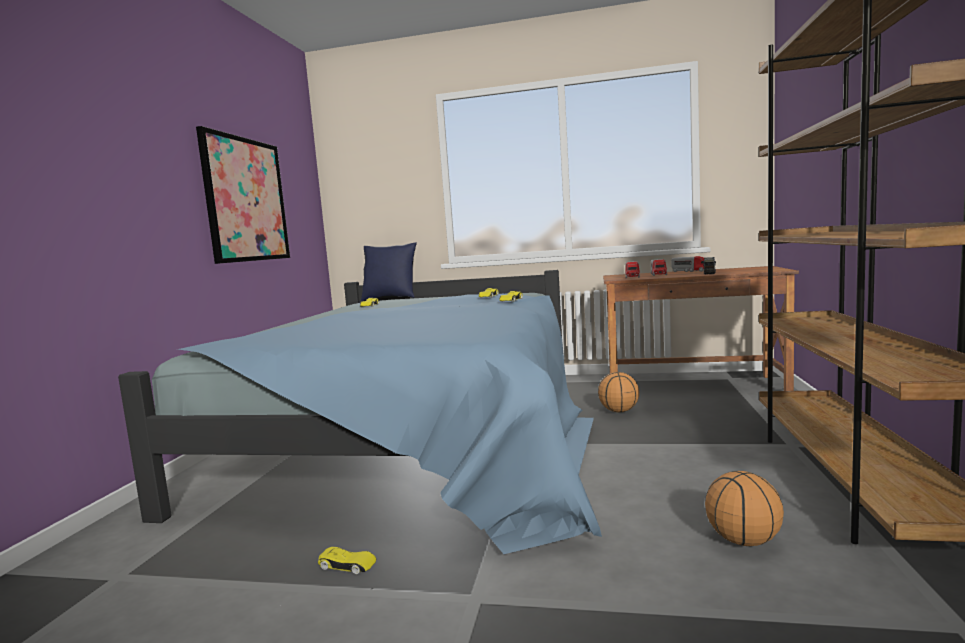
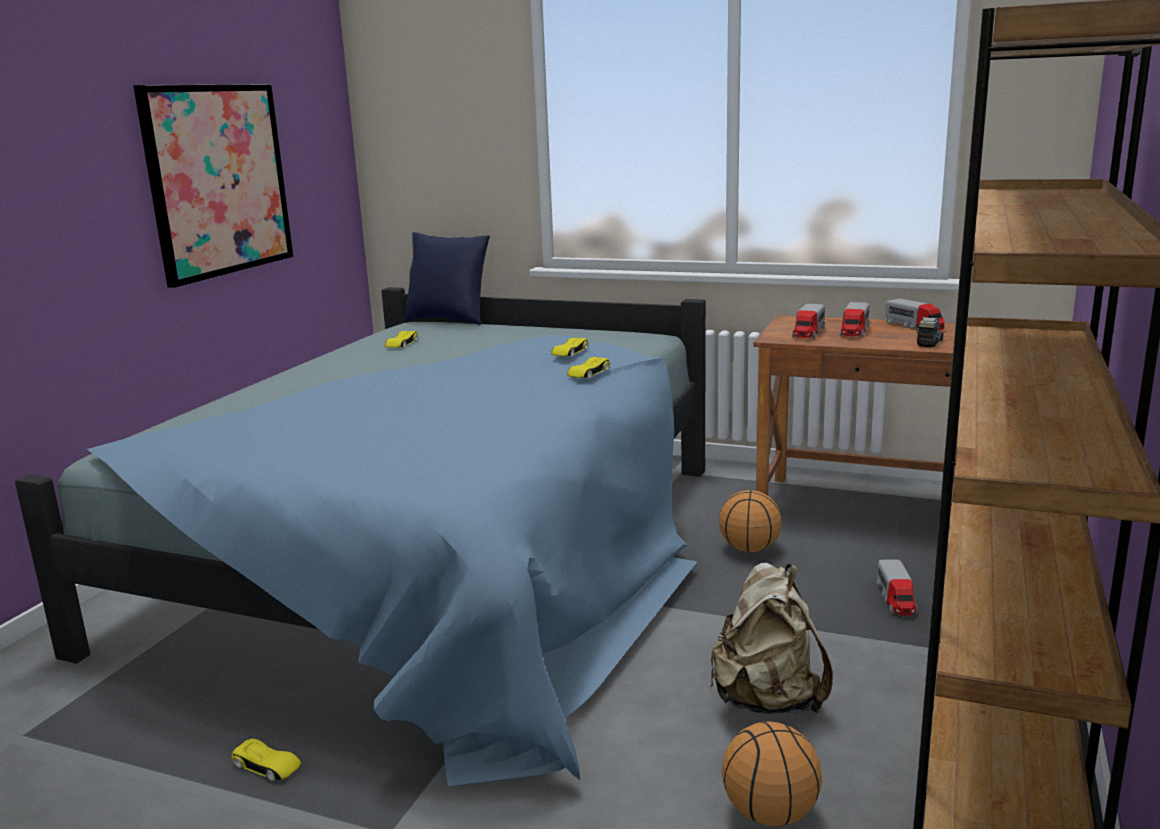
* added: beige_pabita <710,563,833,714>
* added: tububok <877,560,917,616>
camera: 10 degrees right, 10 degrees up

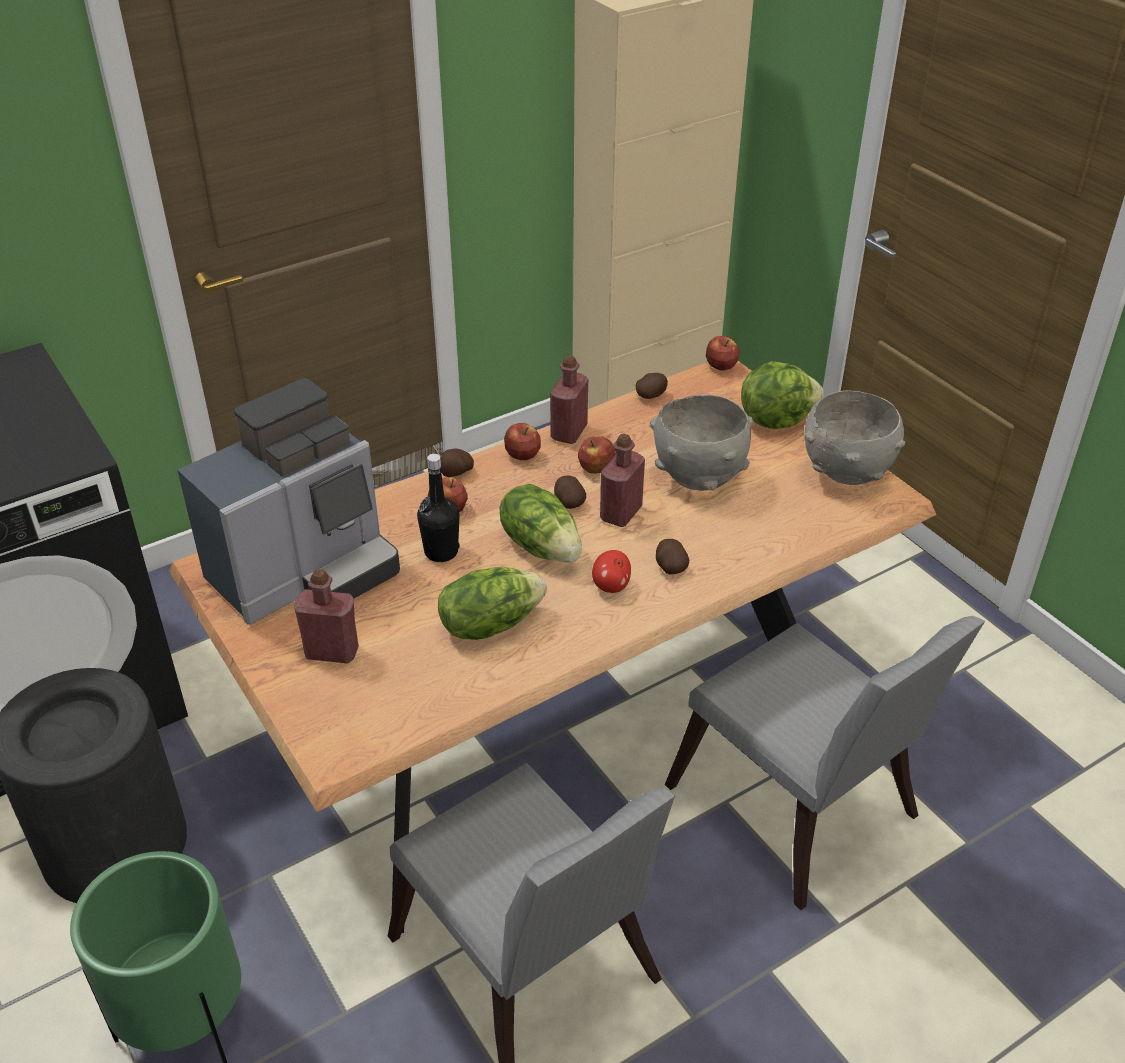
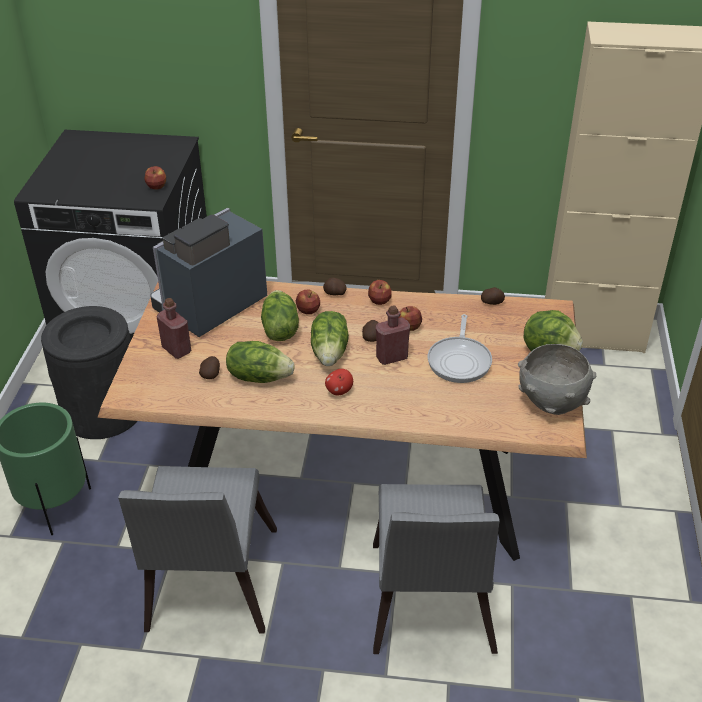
* moved: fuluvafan <706,336,740,371> to <144,166,166,189>
* turned: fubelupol <177,378,400,625> = <150,208,267,337> 135 degrees clockwise
* moved: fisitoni <656,539,689,574> to <199,356,220,379>
* replaced: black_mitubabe <417,454,460,562> to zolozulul <261,290,299,341>
* replaced: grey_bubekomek <649,395,754,491> to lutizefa <428,314,492,383>
* removed: red_mitubabe <550,355,588,444>
camera: 40 degrees right, 0 degrees up

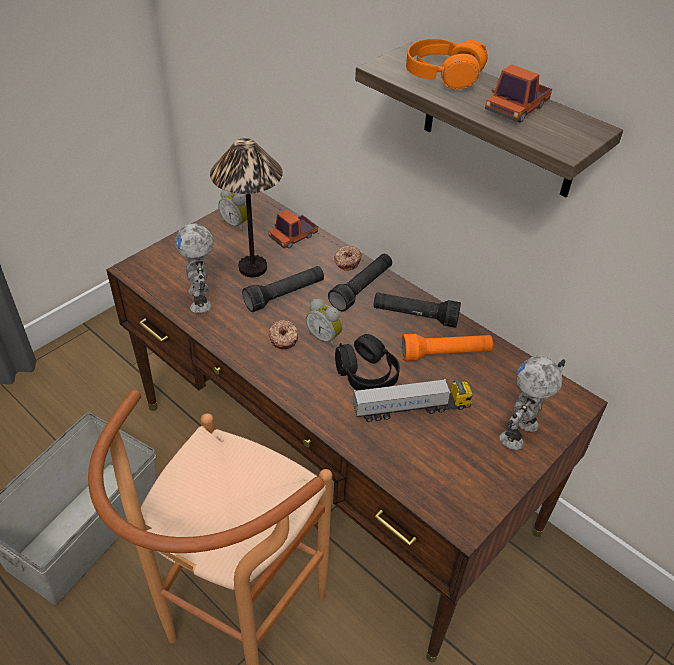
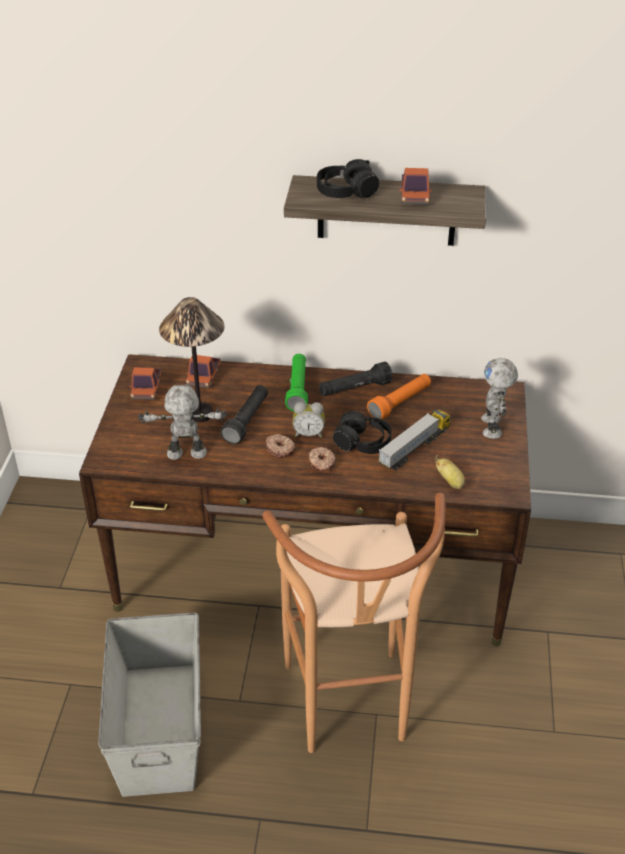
* replaced: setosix <218,190,247,232> to tububok <129,367,161,400>
* turned: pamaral <175,223,214,313> = <138,385,228,460> 135 degrees clockwise
* recoloured: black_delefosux <328,254,392,312> to green_delefosux <285,354,308,411>
* moved: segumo <334,246,362,271> to <309,447,336,472>
* recoloured: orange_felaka <406,39,488,90> to black_felaka <317,159,379,199>
* added: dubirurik <435,455,465,489>
camera: 35 degrees left, 5 degrees down

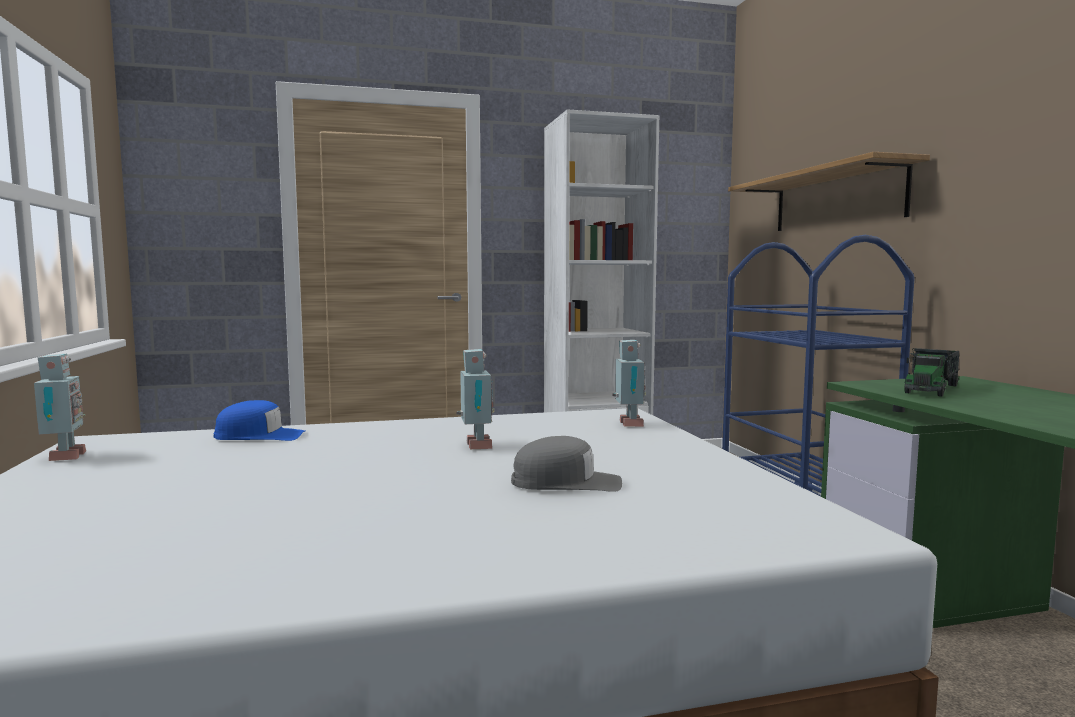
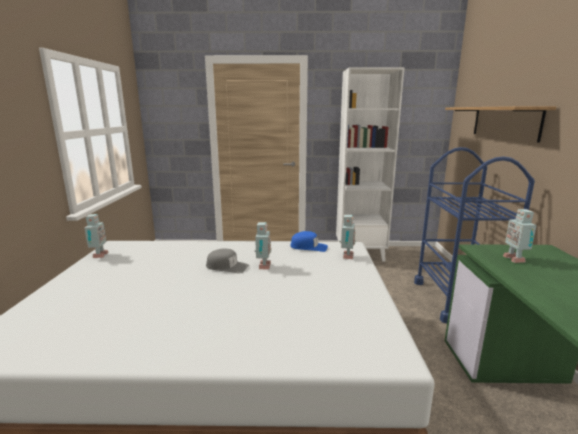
* moved: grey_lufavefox <511,436,622,492> to <206,248,249,274>
* moved: blue_lufavefox <214,400,305,441> to <290,231,328,252>
* replaced: tububok <904,348,959,397> to pamaral <503,209,537,263>
camera: 15 degrees right, 10 degrees up

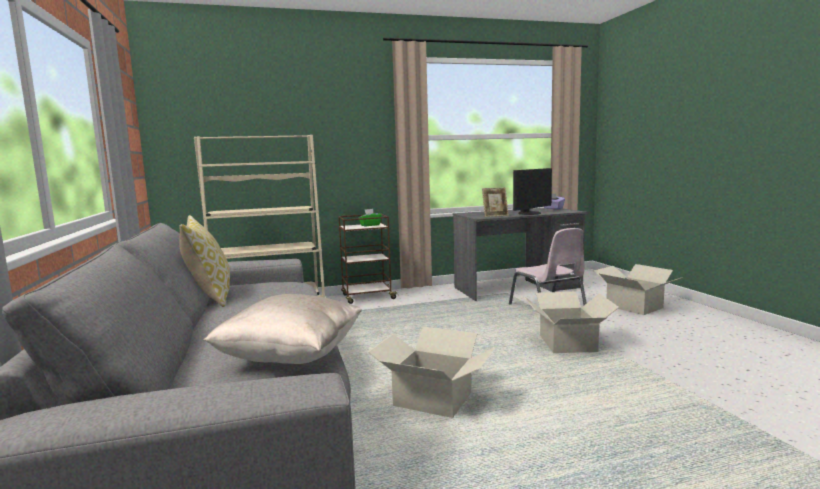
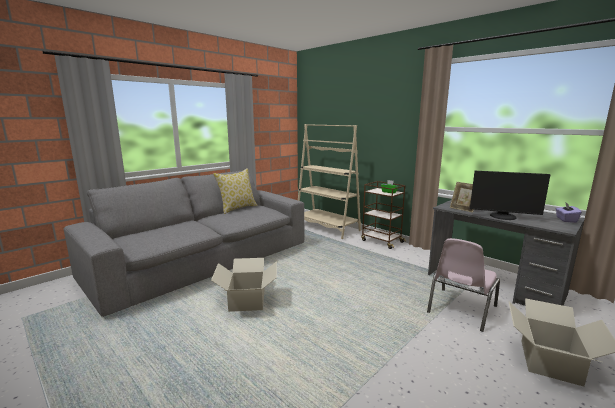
* removed: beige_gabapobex <203,294,362,364>
* removed: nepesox <523,292,619,353>
camera: 60 degrees right, 5 degrees up

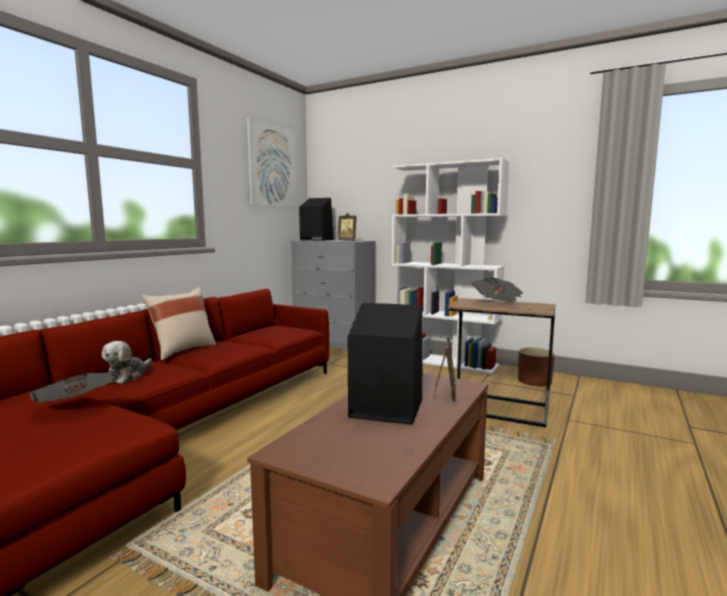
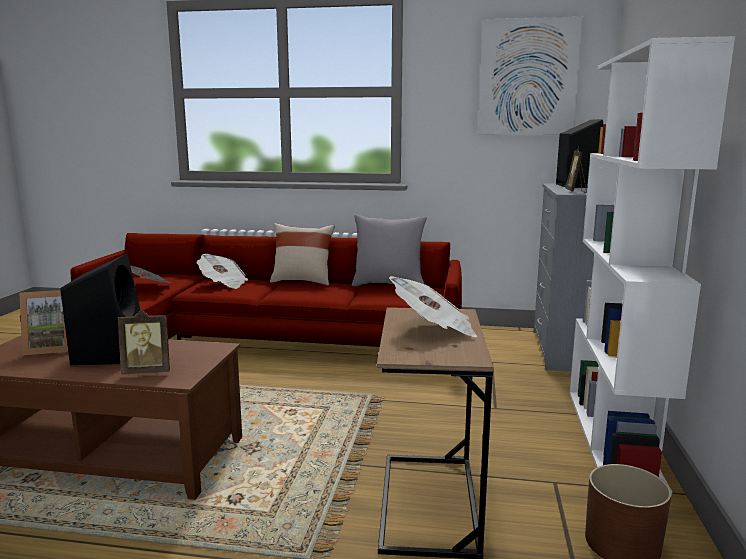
* added: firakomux <20,290,68,356>
* replaced: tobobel <102,341,152,383> to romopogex <197,254,248,289>
* added: grey_gabapobex <352,215,427,286>
camera: 70 degrees right, 5 degrees up

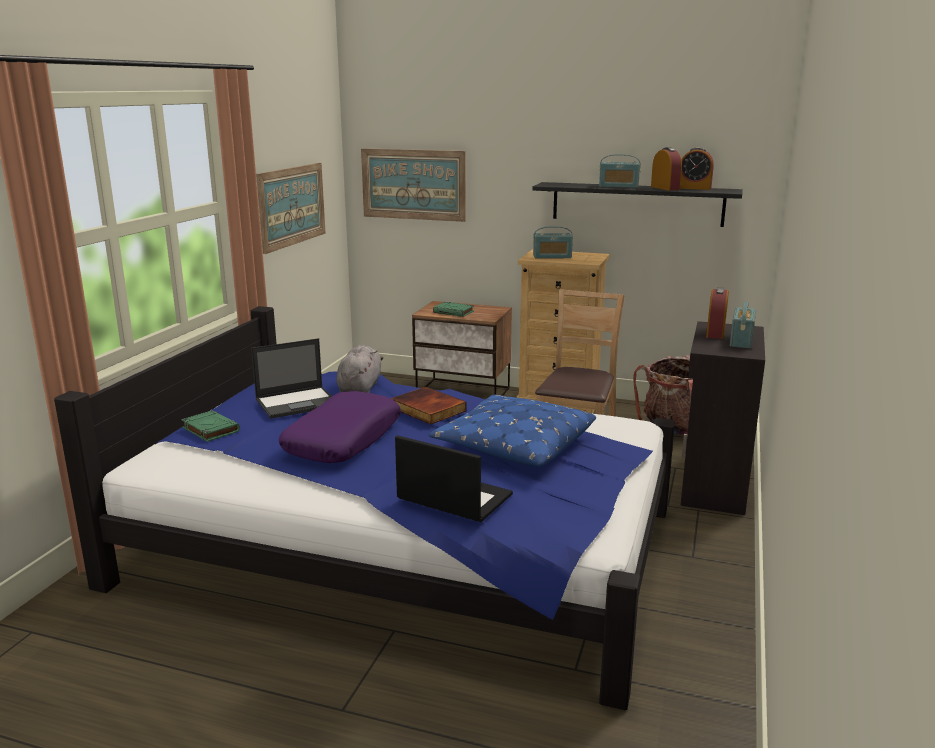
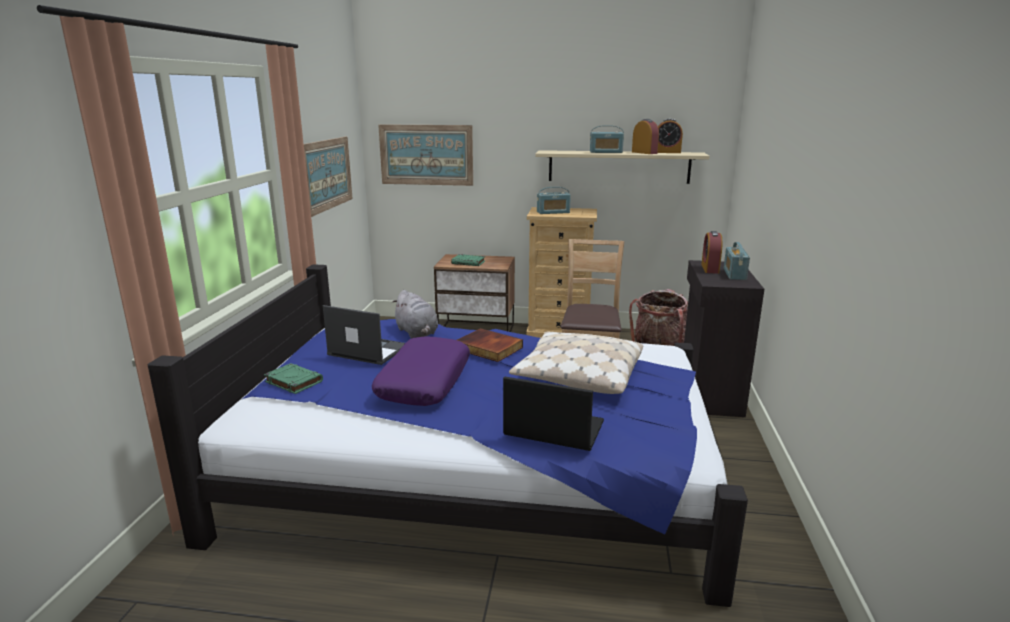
* turned: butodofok <251,338,332,419> = <323,305,405,365> 120 degrees counterclockwise
* turned: grey_tobobel <336,345,383,393> = <392,290,438,339> 150 degrees clockwise
* recoloured: blue_gabapobex <429,395,596,467> to beige_gabapobex <509,332,643,394>
* recoloured: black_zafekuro <533,182,743,227> to beige_zafekuro <535,150,710,184>
camera: 10 degrees left, 0 degrees up

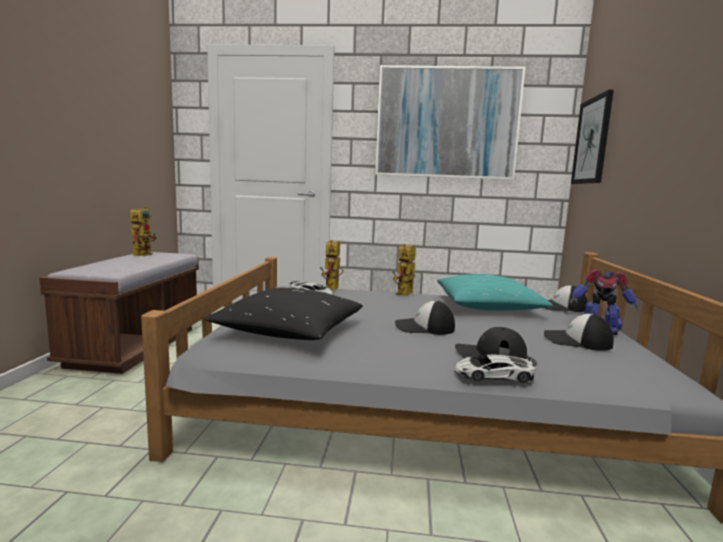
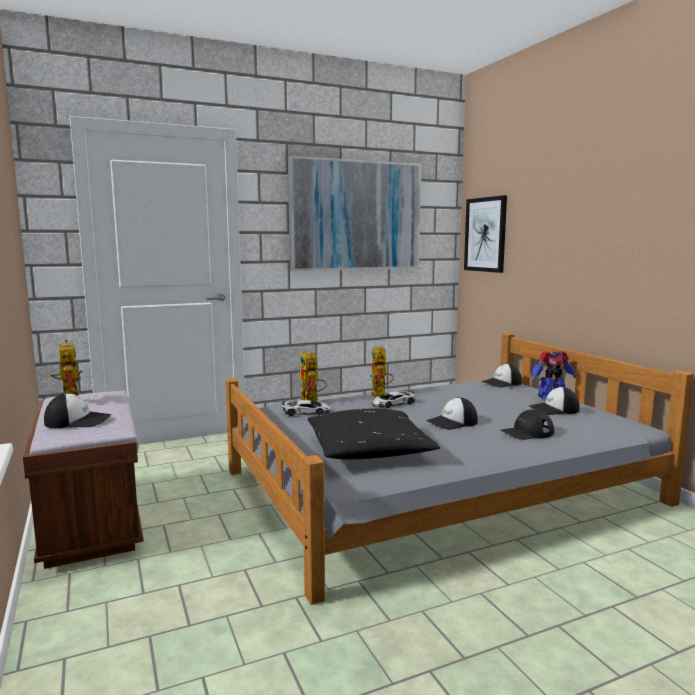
* added: lufavefox <44,393,111,428>
* moved: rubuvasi <455,354,537,383> to <372,390,415,408>
* removed: turquoise_gabapobex <437,274,553,311>
camera: 30 degrees left, 0 degrees up

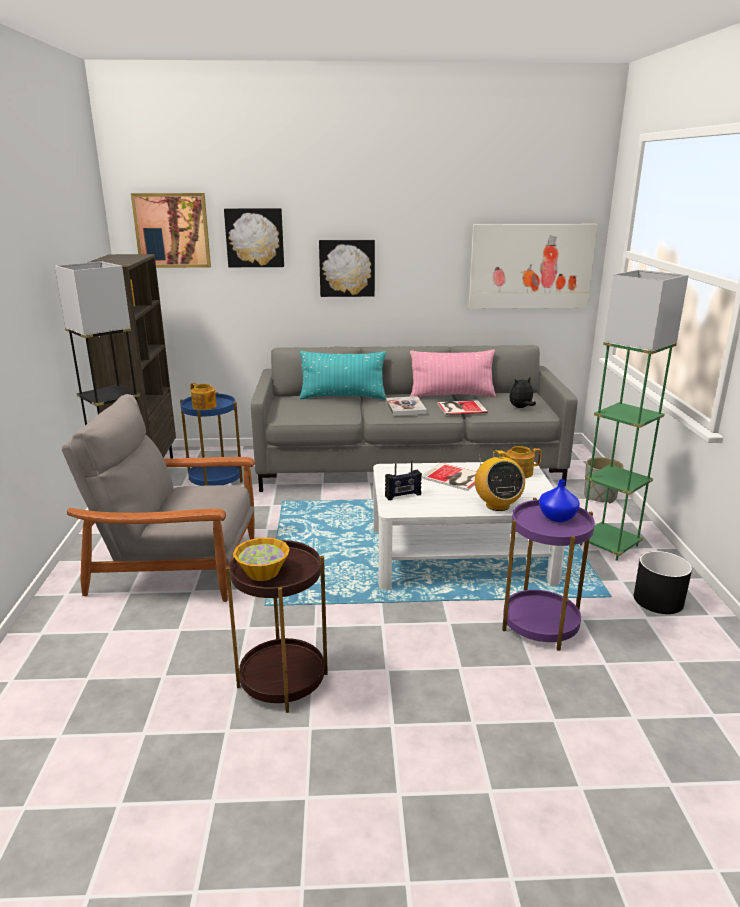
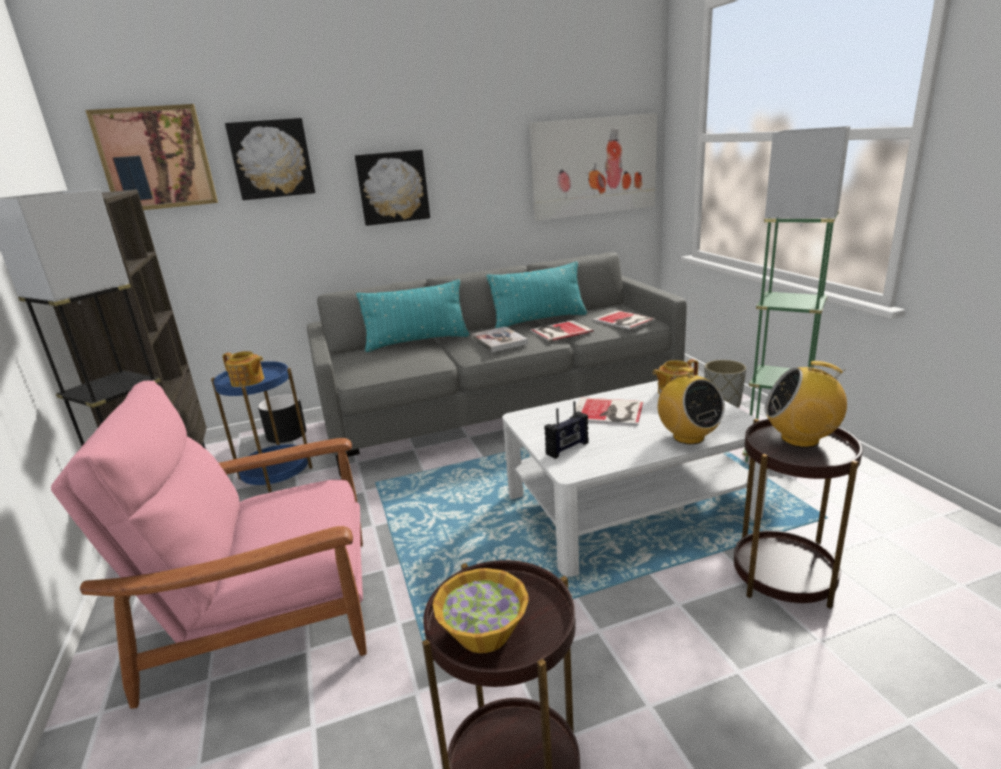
* recoloured: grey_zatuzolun <62,394,255,602> to pink_zatuzolun <51,381,367,709>
* moved: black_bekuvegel <634,551,692,614> to <258,394,306,443>
* recoloured: pink_gabapobex <410,350,496,398> to turquoise_gabapobex <486,261,587,329>
* replaced: tobobel <509,377,536,408> to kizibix <592,310,655,330>
* recoloured: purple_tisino <502,498,595,651> to brown_tisino <734,419,863,609>
* replaced: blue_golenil <539,479,580,522> to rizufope <765,361,847,448>
camera: 15 degrees left, 0 degrees up

